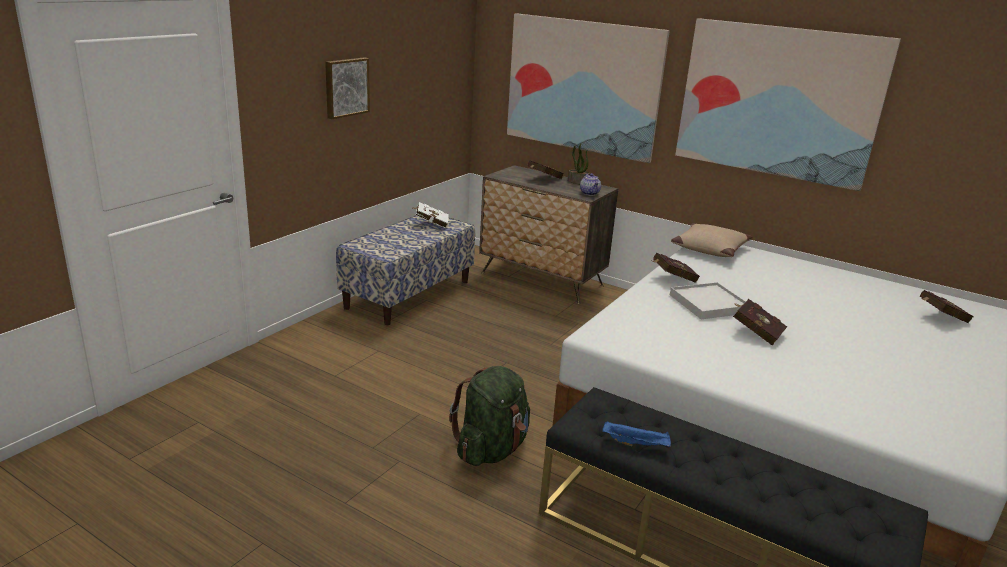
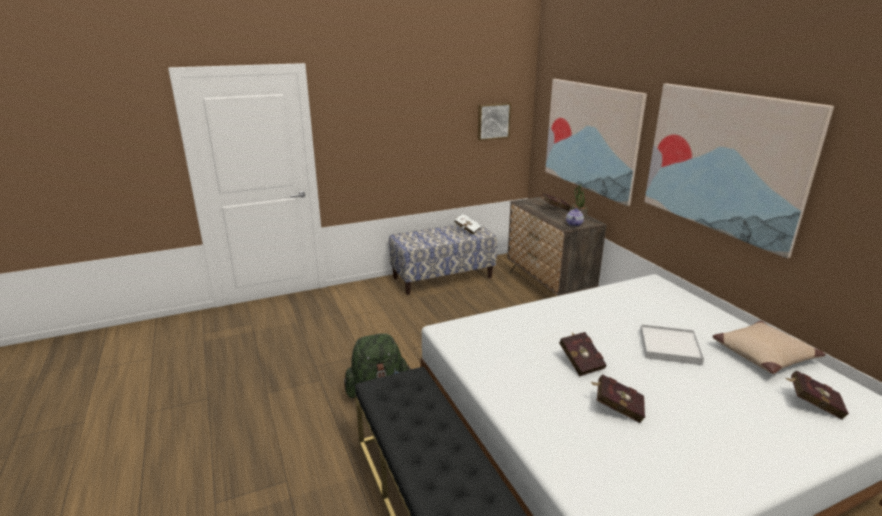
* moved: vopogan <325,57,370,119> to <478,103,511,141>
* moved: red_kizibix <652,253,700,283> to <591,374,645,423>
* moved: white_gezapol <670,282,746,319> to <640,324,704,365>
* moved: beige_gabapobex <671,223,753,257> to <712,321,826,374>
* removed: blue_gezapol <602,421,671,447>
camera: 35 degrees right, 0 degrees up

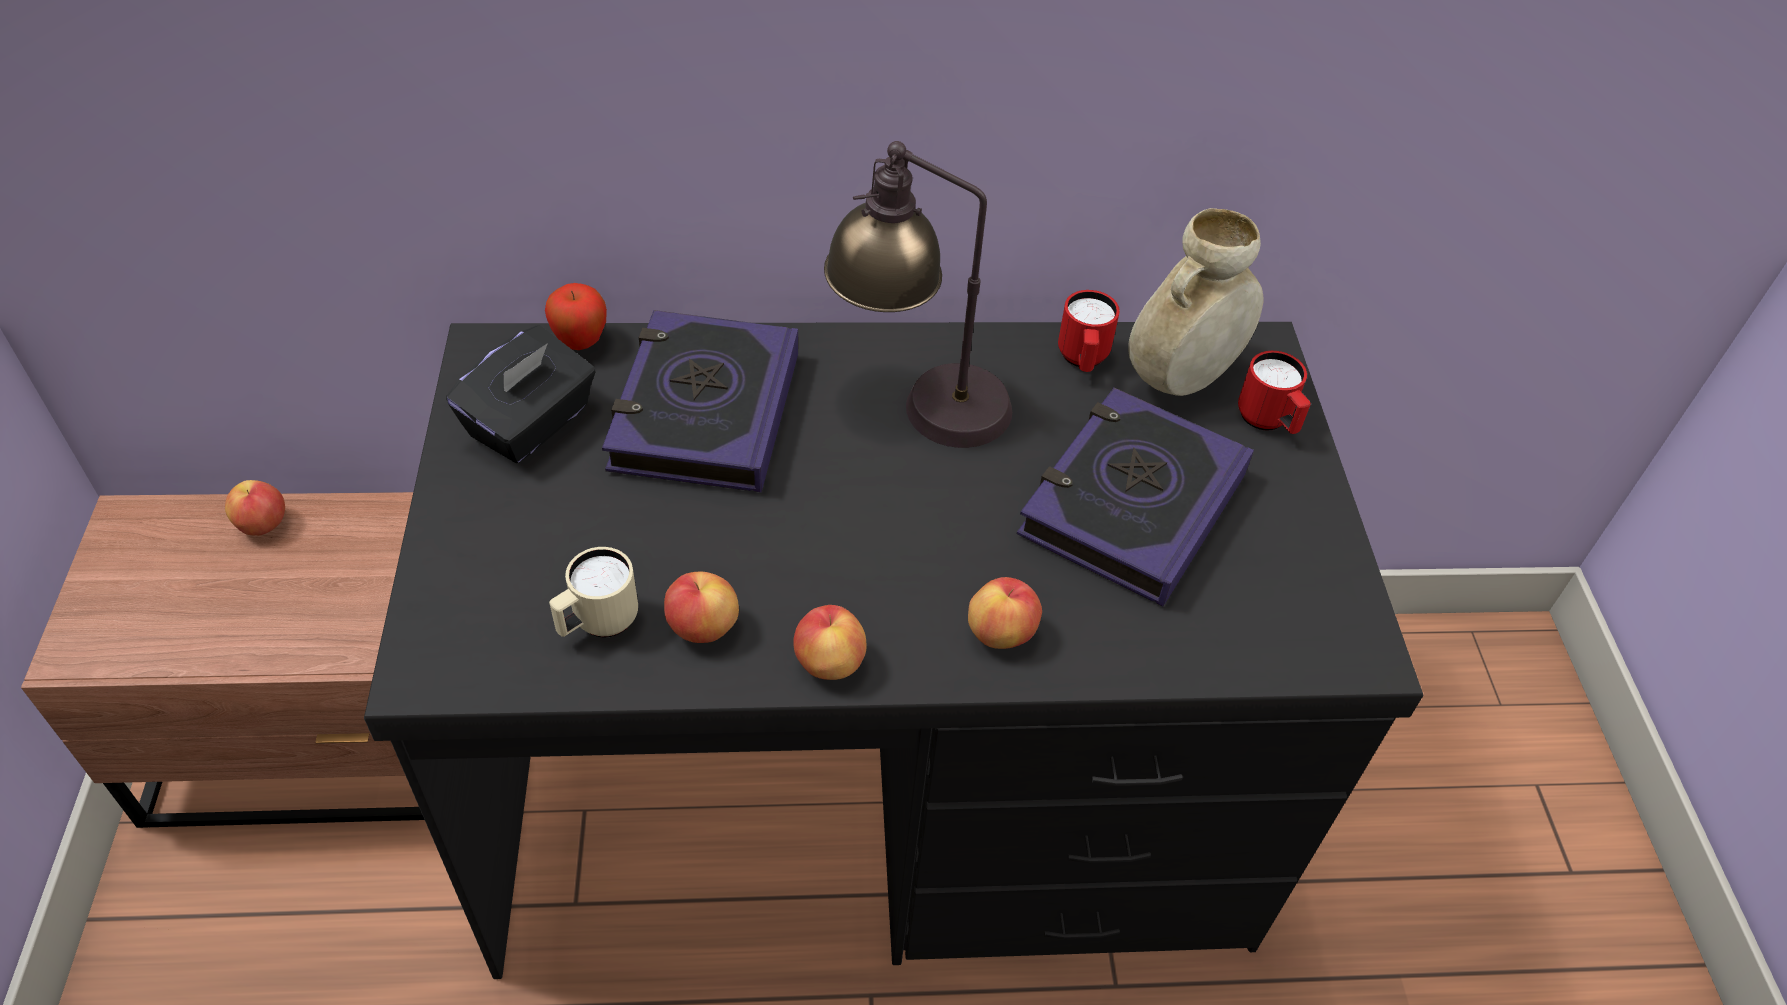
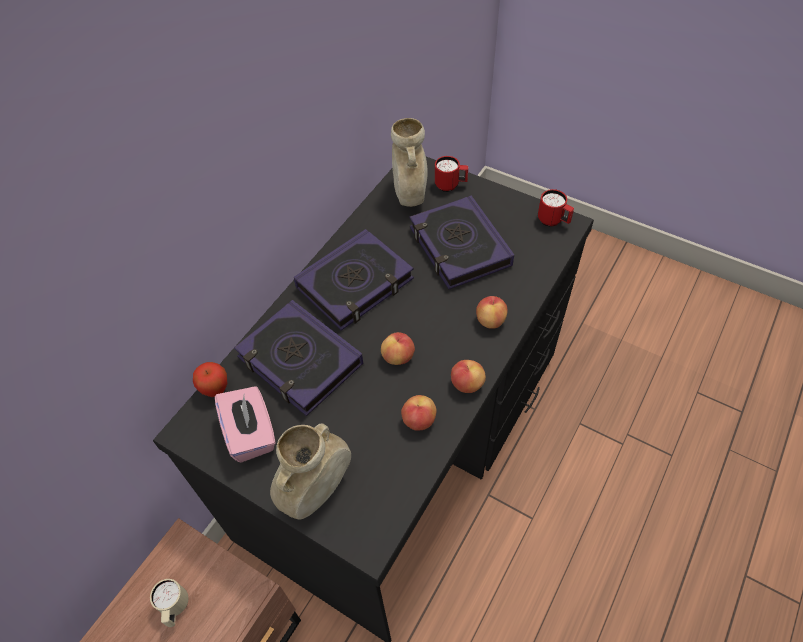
* moved: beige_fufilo <549,547,638,637> to <150,579,188,627>
* recoloured: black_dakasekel <446,325,596,463> to pink_dakasekel <215,386,275,462>
* added: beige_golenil <270,423,351,519>
* replaced: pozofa <824,141,1012,448> to kizibix <294,229,414,331>
* moved: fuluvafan <225,480,285,536> to <381,332,415,365>
* moved: red_fufilo <1058,290,1120,372> to <538,189,574,226>
camera: 50 degrees left, 5 degrees up

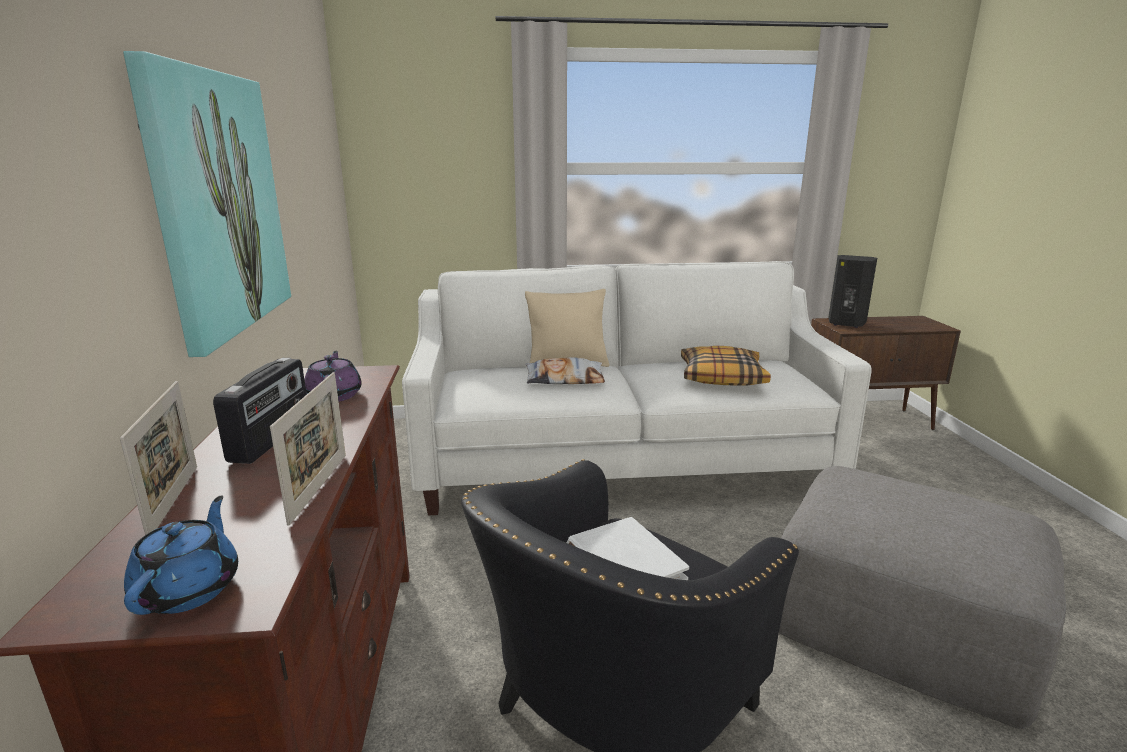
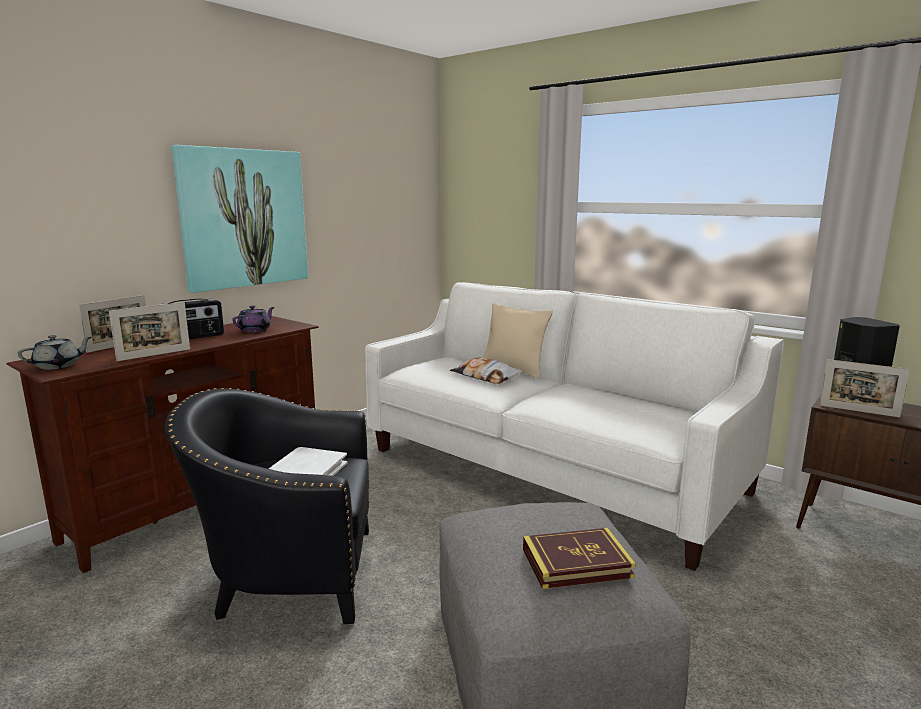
* recoloured: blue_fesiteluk <124,495,238,615> to grey_fesiteluk <18,335,92,370>
* added: kizibix <523,528,636,589>
* added: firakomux <820,359,910,418>
* removed: gabapobex <681,346,771,385>
camera: 45 degrees right, 5 degrees down

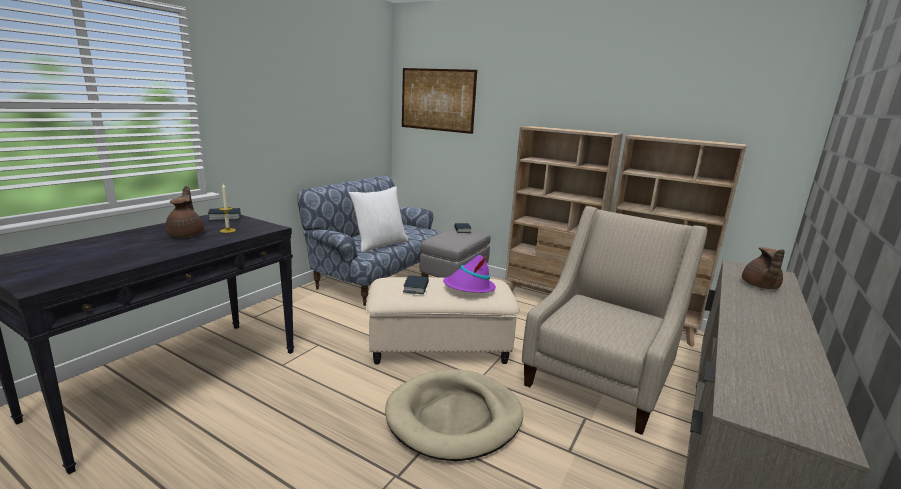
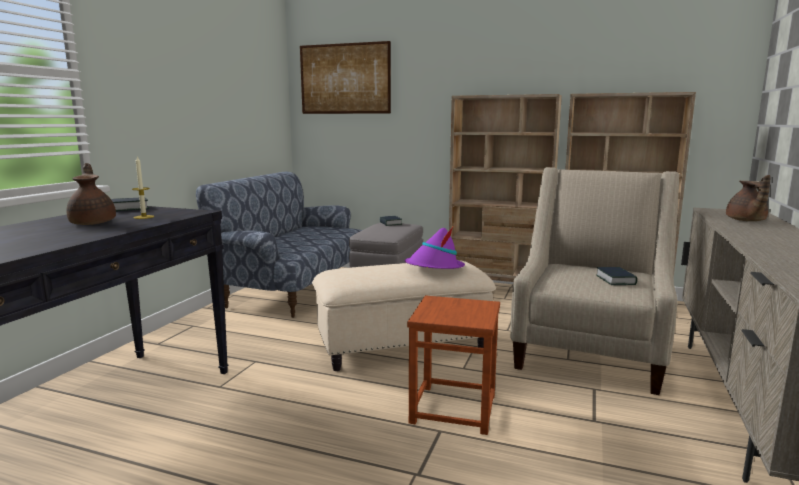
* replaced: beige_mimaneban <385,369,523,461> to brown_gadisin <407,295,500,435>
* moved: kizibix <403,275,429,294> to <596,267,637,285>
* removed: white_gabapobex <349,186,409,253>
camera: 10 degrees left, 5 degrees down

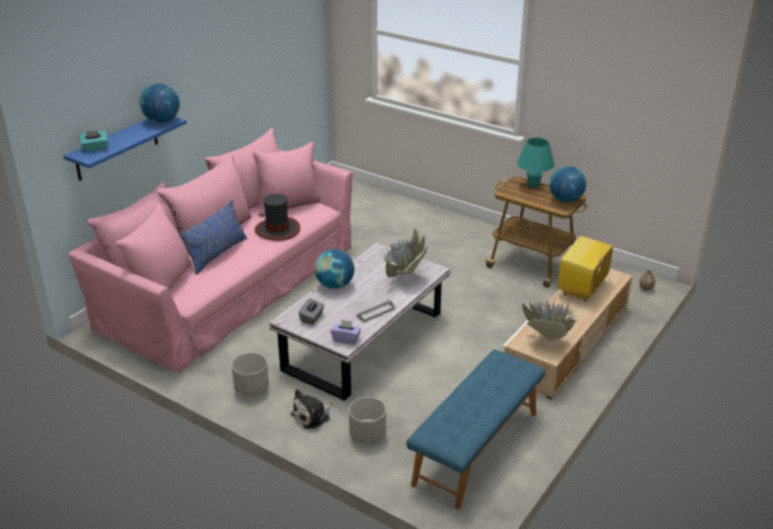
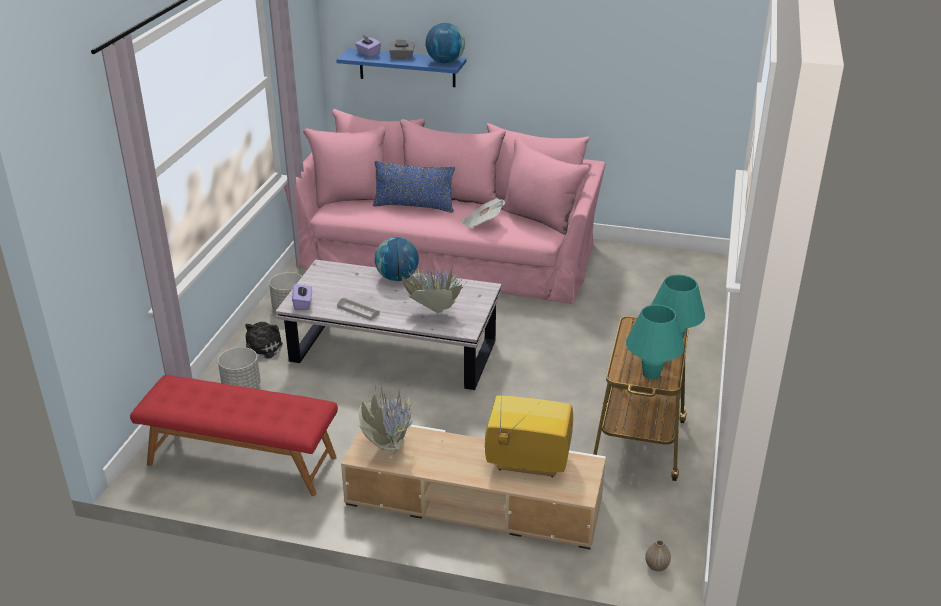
* recoloured: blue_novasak <406,349,546,509> to red_novasak <130,375,338,496>
* turned: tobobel <291,389,333,429> = <245,322,283,361> 75 degrees clockwise
* recoloured: turquoise_dakasekel <79,130,108,152> to purple_dakasekel <355,35,381,57>
* moved: grey_dakasekel <299,298,324,325> to <389,40,415,60>
* replaced: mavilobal <255,194,300,241> to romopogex <461,198,505,229>
* replaced: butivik <549,166,586,203> to turquoise_pozofa <626,304,684,380>
camera: 70 degrees right, 0 degrees up

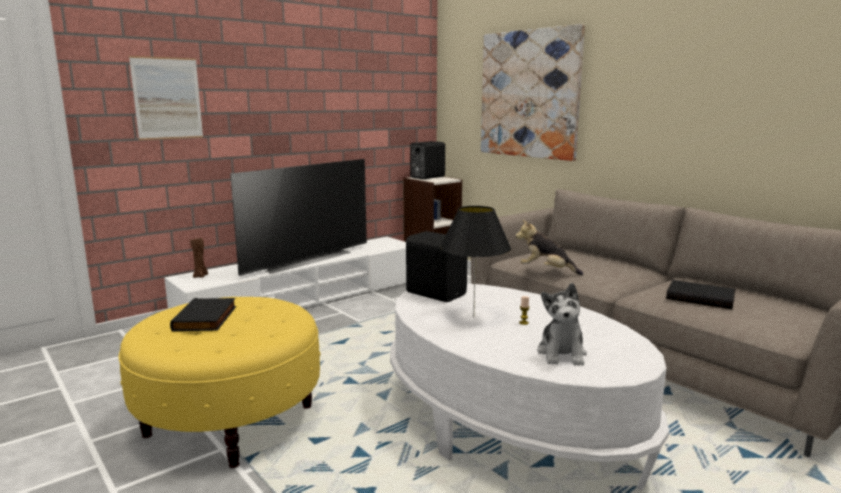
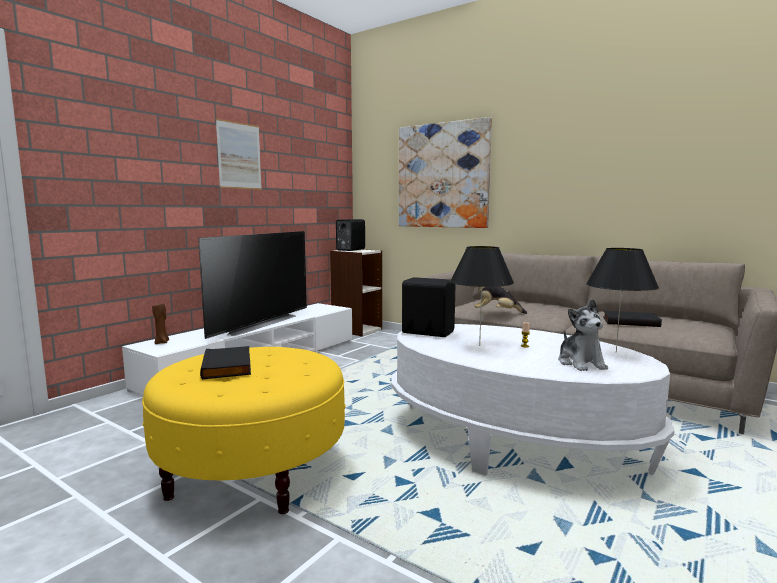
* moved: vopogan <129,56,203,140> to <216,118,262,190>
* added: black_pozofa <586,248,659,353>
camera: 15 degrees left, 5 degrees down

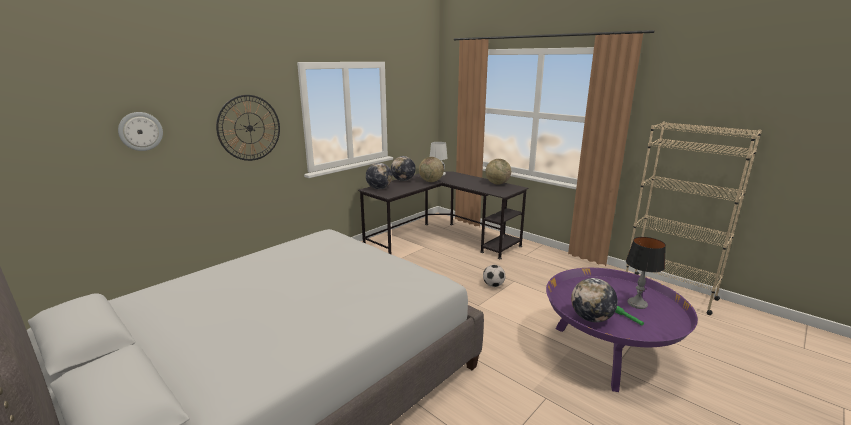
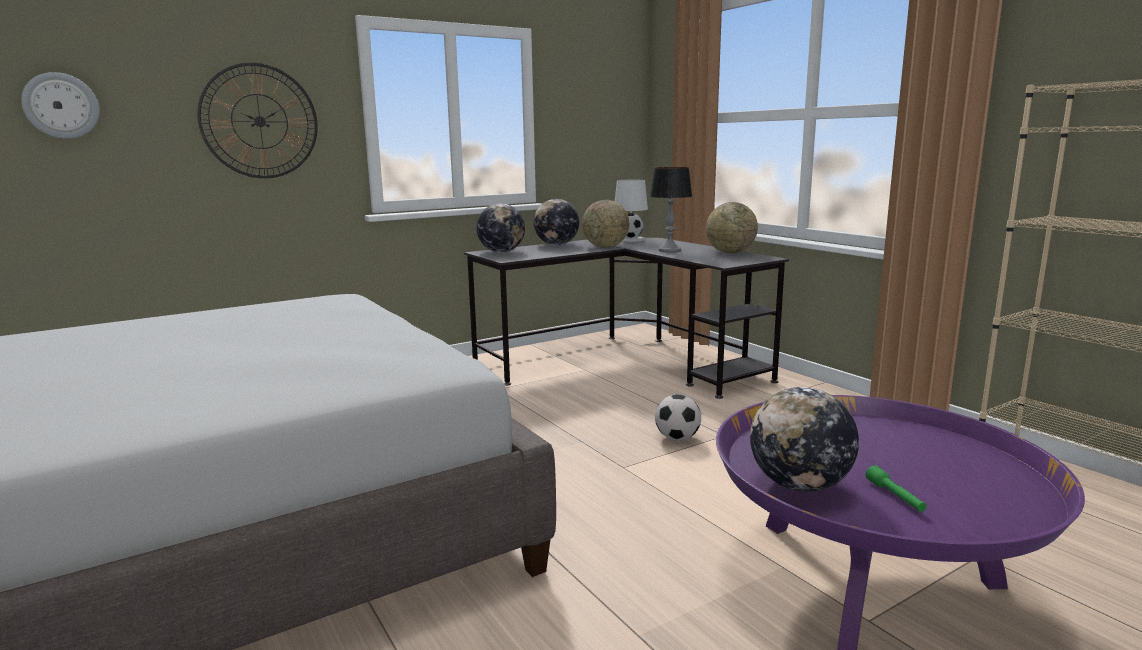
* moved: pozofa <626,237,666,309> to <650,167,692,253>
camera: 15 degrees right, 5 degrees down

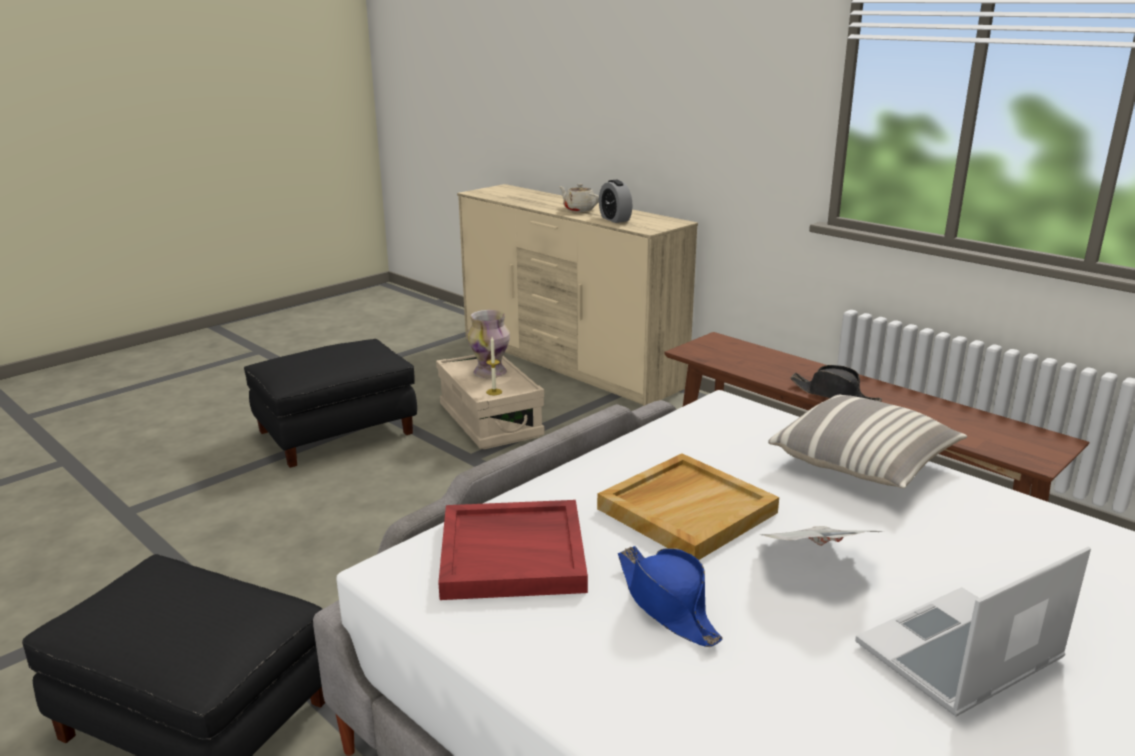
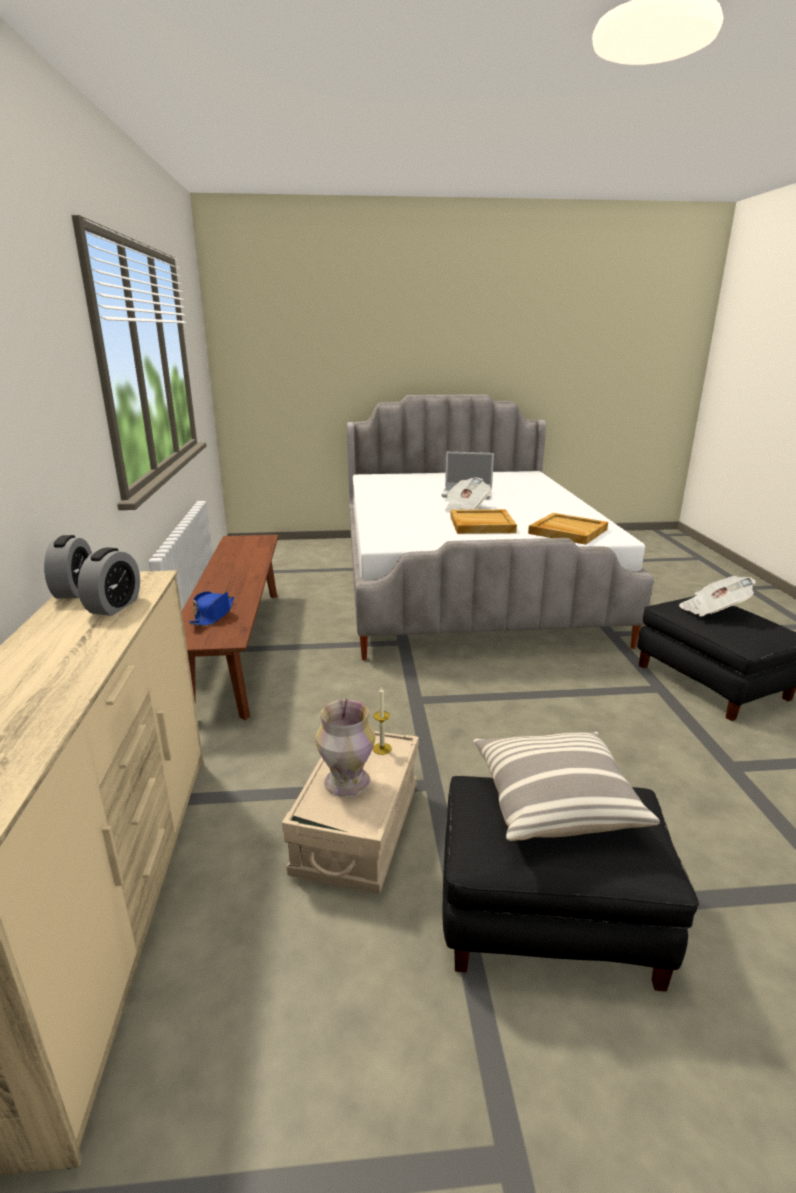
* added: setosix <44,535,92,599>
* moved: blue_mavilobal <618,546,722,647> to <189,591,234,626>
* moved: gabapobex <768,395,967,488> to <473,732,660,841>
* recoloured: red_gezapol <438,500,588,600> to beige_gezapol <528,513,608,545>
* added: romopogex <679,576,756,616>
* removed: beige_fesiteluk <559,184,599,212>
* removed: black_mavilobal <790,365,882,402>
camera: 140 degrees left, 0 degrees up

